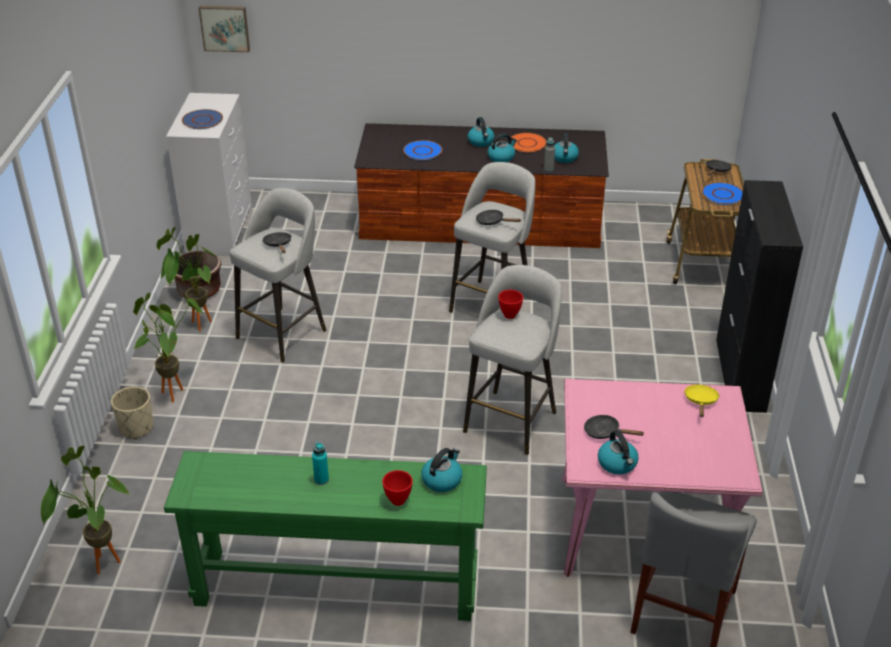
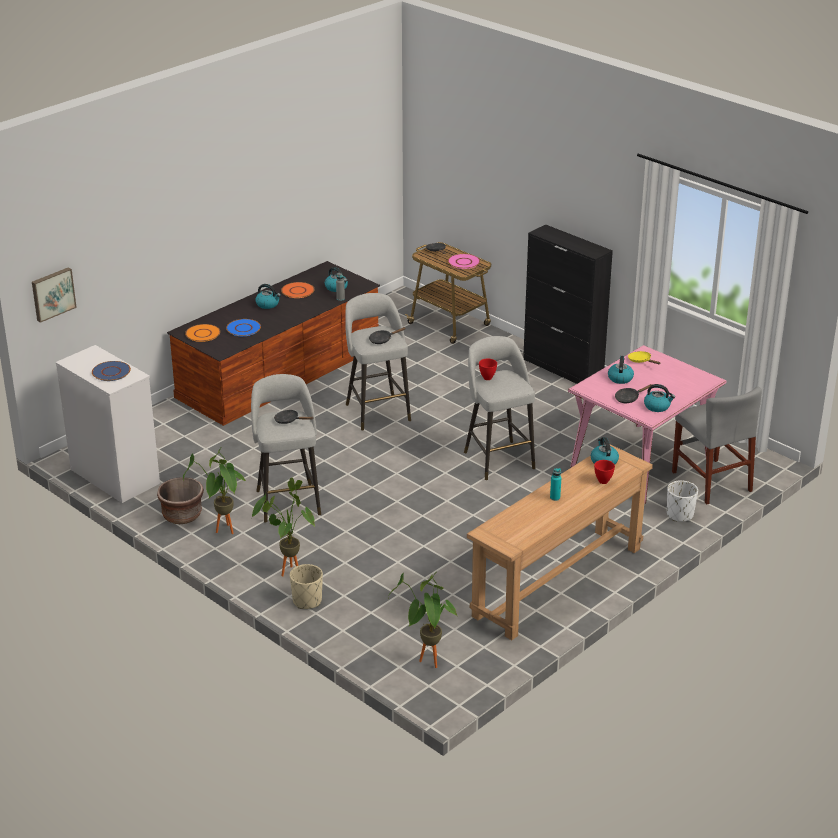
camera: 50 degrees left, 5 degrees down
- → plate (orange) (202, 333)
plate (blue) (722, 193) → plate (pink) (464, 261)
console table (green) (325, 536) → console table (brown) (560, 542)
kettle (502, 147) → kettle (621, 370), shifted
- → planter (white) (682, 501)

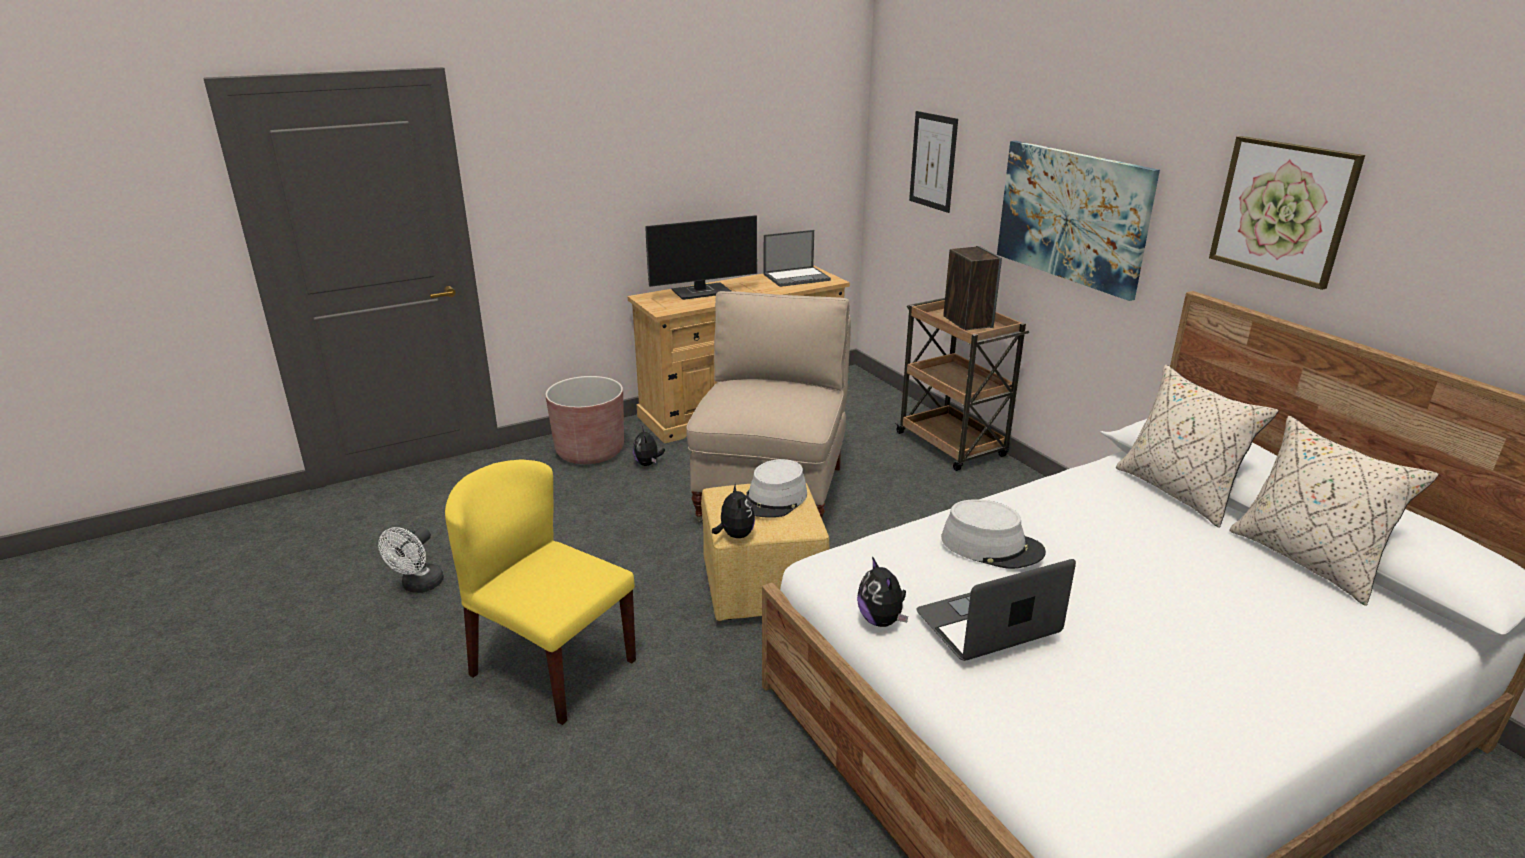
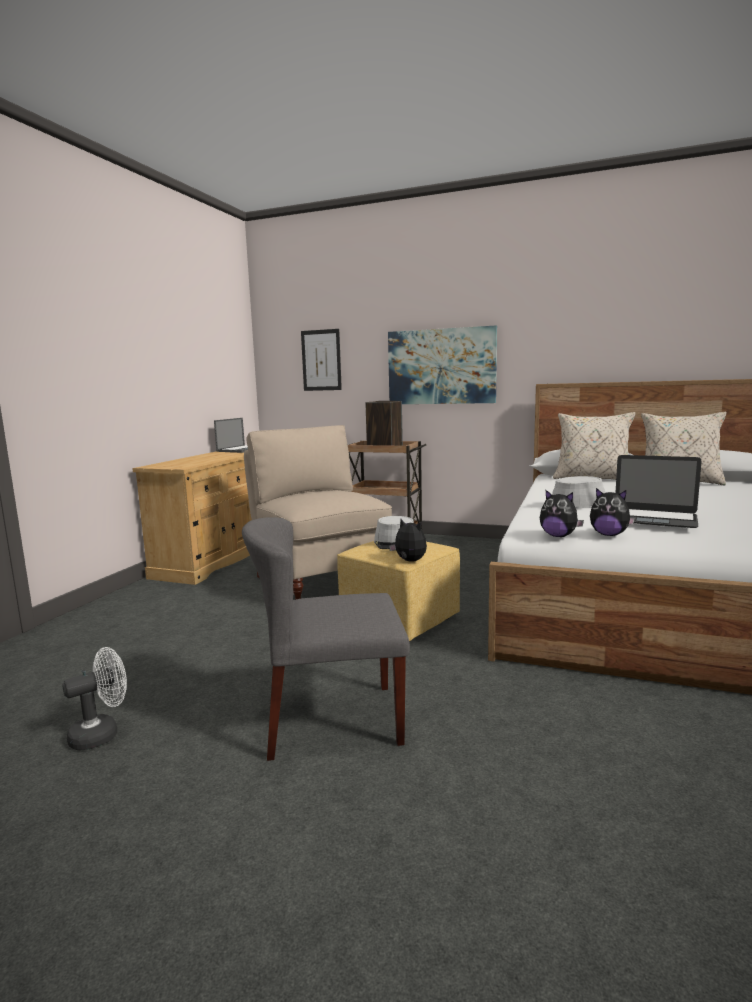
camera: 40 degrees left, 15 degrees down
fan (white) (411, 560) → fan (white) (94, 698), 105 degrees counterclockwise
chair (yellow) (540, 592) → chair (grey) (326, 639)
plush toy (649, 446) → plush toy (562, 513), shifted
laptop (996, 610) → laptop (658, 491), 90 degrees counterclockwise
planter (brown) (584, 420) → -
monitor (701, 257) → -
picture (1287, 213) → -

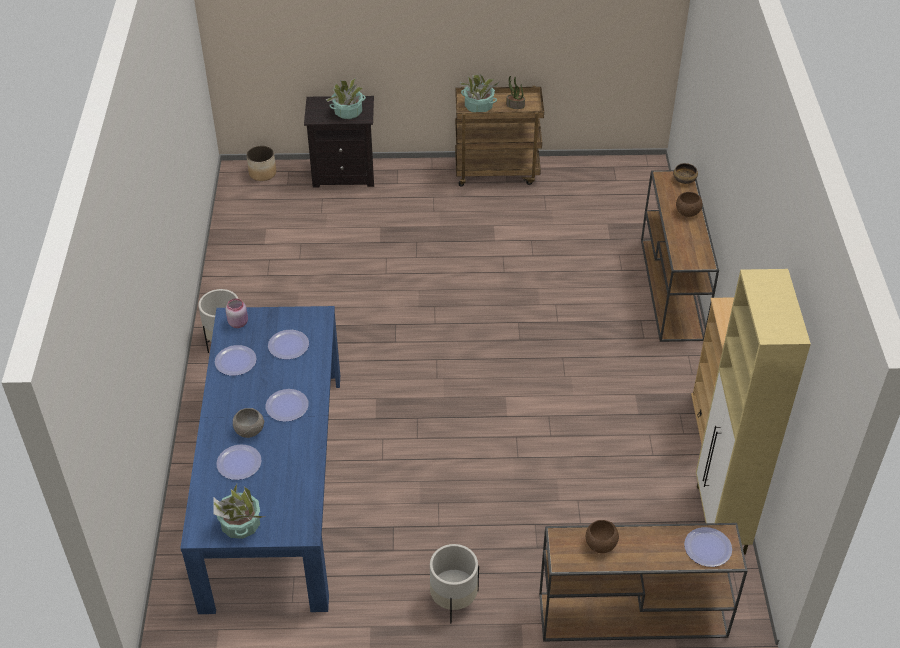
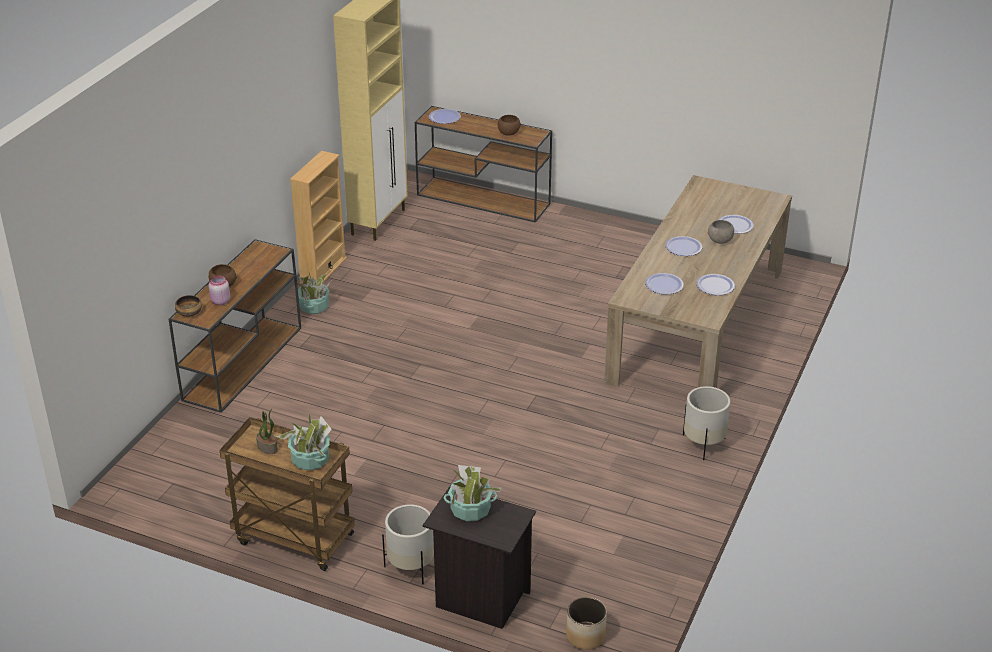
camera: 155 degrees left, 10 degrees down
jar (pink) (237, 313) → jar (pink) (219, 290), shifted
potted plant (239, 511) → potted plant (314, 293), shifted
planter (white) (454, 583) → planter (white) (408, 544), shifted
dining table (blue) (260, 460) → dining table (beige) (698, 281)

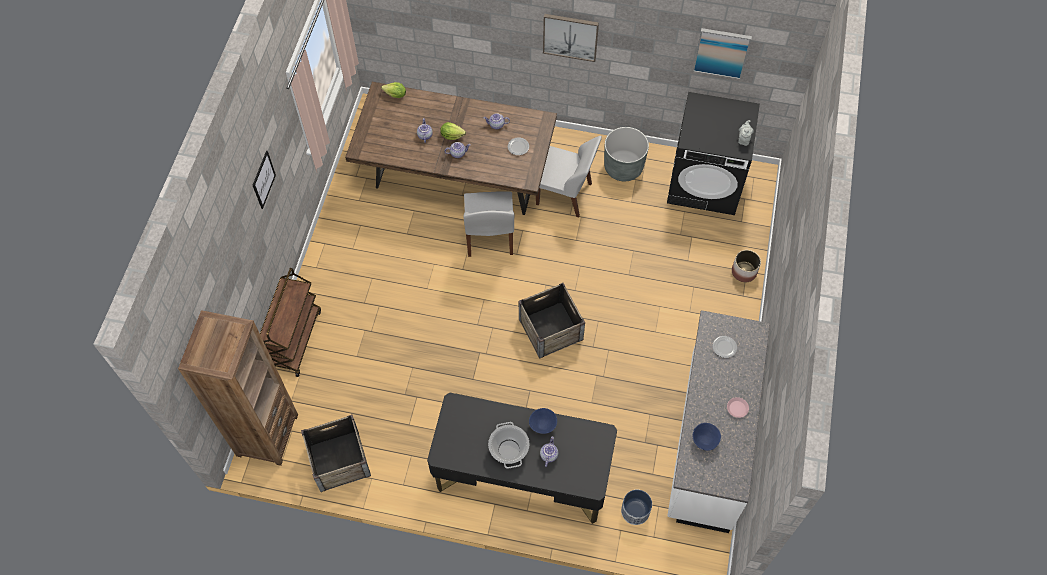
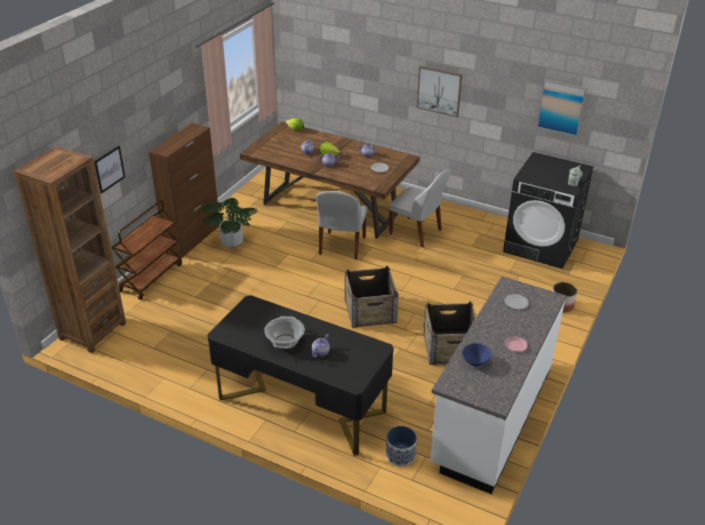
camera: 15 degrees right, 25 degrees down
picture (264, 180) → picture (109, 169), shifted
- → cabinet (brown) (184, 190)
- → potted plant (229, 223)
crate (336, 453) → crate (449, 333), shifted
bowl (blue) (543, 421) → -
planter (grey) (626, 154) → -

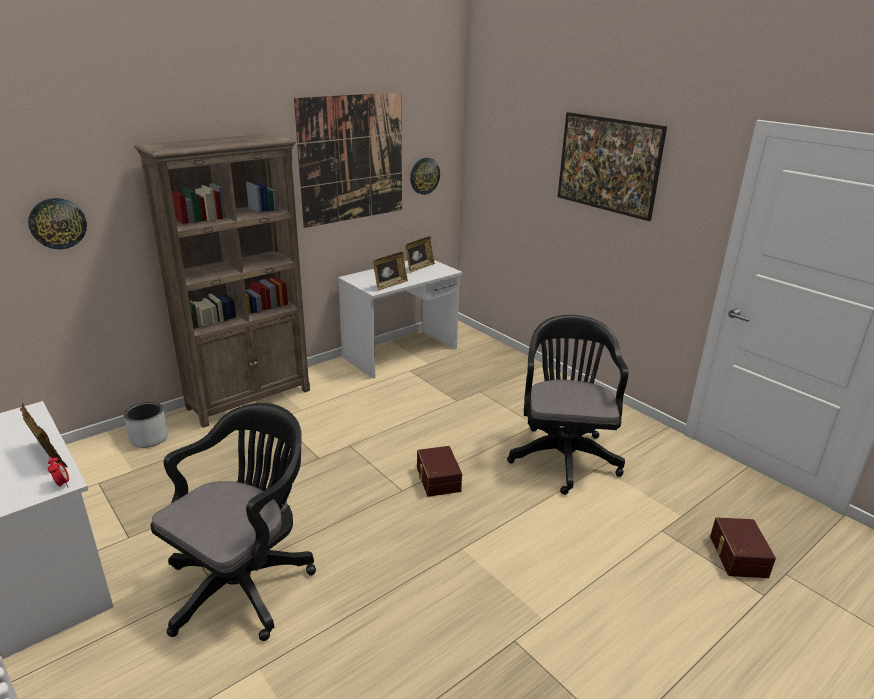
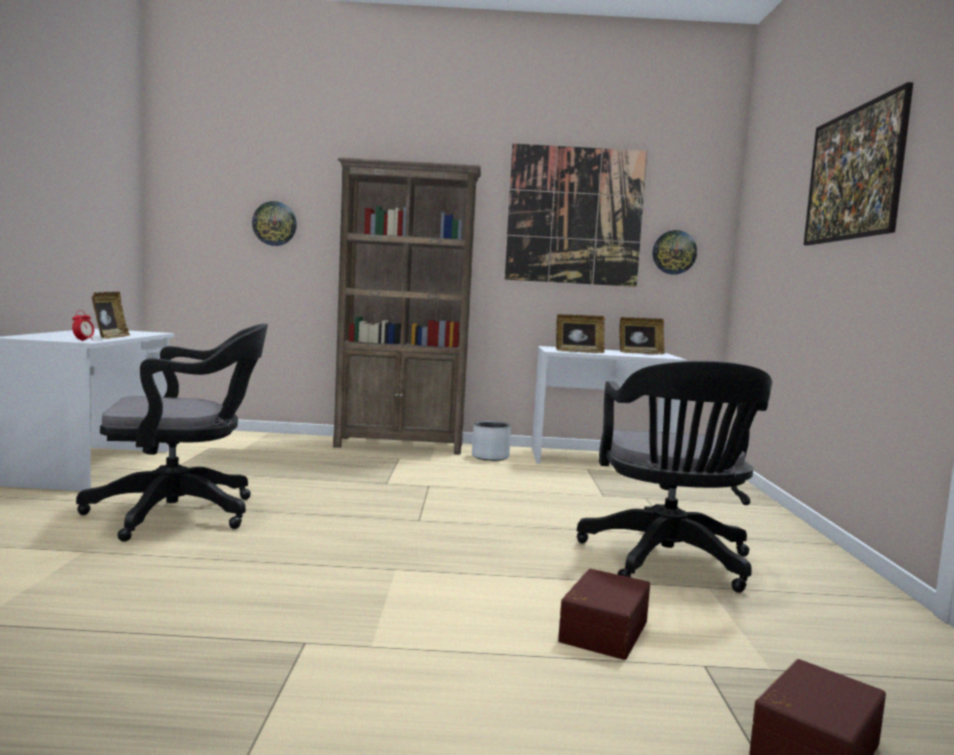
camera: 40 degrees right, 20 degrees down
planter (grey) (146, 425) → planter (grey) (491, 441), shifted
storage box (brown) (439, 471) → storage box (brown) (604, 614), shifted
office chair (black) (568, 405) → office chair (black) (674, 477), 135 degrees clockwise

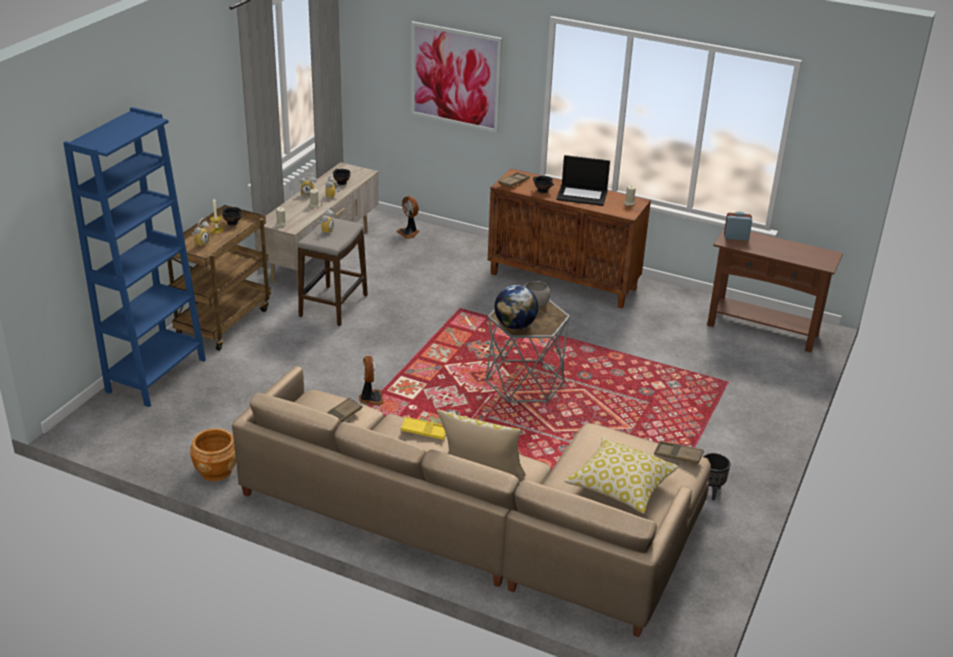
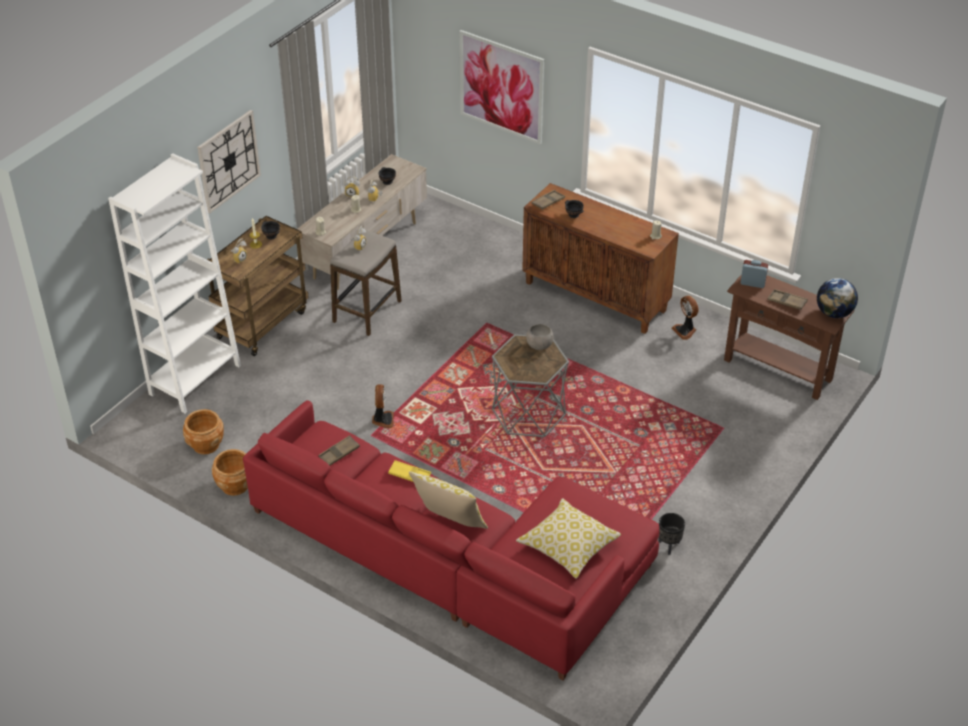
camera: 10 degrees right, 10 degrees up
bookcase (blue) (134, 257) → bookcase (white) (174, 283)
- → planter (brown) (203, 431)
- → wall clock (229, 161)
sofa (beige) (471, 501) → sofa (red) (451, 540)
fan (407, 217) → fan (685, 317), shifted
tray (brown) (679, 452) → tray (brown) (788, 299), shifted
globe (516, 307) → globe (837, 298), shifted
laptop (583, 180) → -

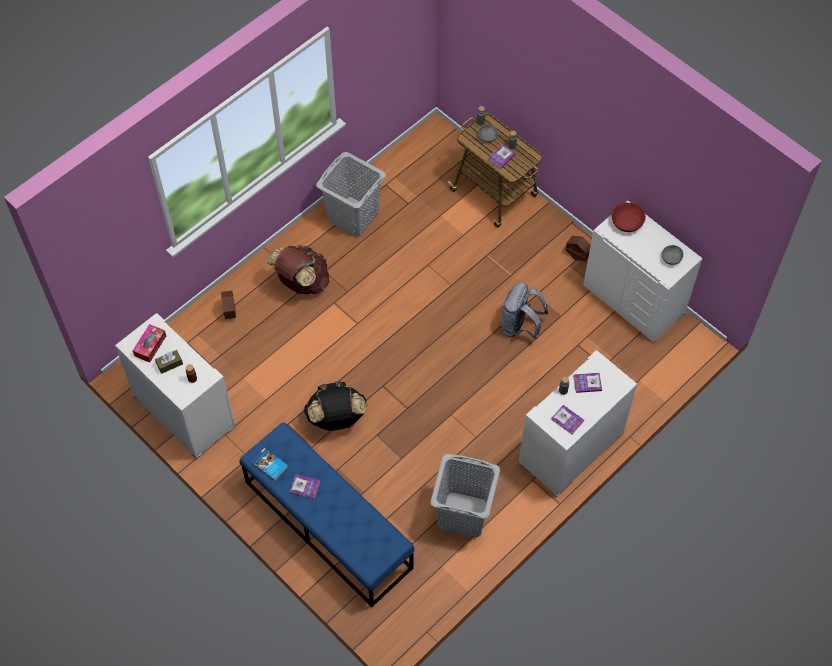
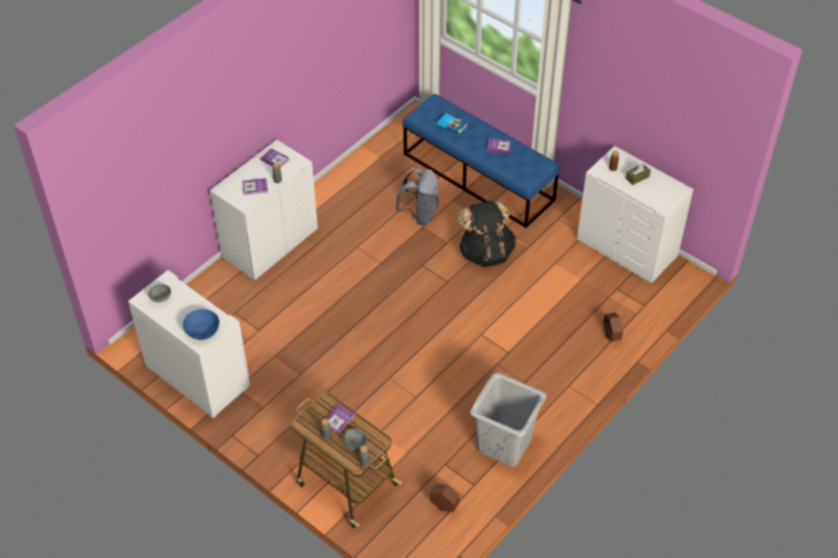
camera: 175 degrees right, 10 degrees down
bowl (red) (629, 217) → bowl (blue) (201, 324)
backpack (grey) (524, 310) → backpack (grey) (418, 196), shifted
planter (brown) (578, 248) → planter (brown) (445, 498), shifted
book (270, 464) → book (452, 124), shifted
tissue box (149, 343) → -
backpack (brown) (297, 269) → -
laundry basket (grey) (465, 496) → -

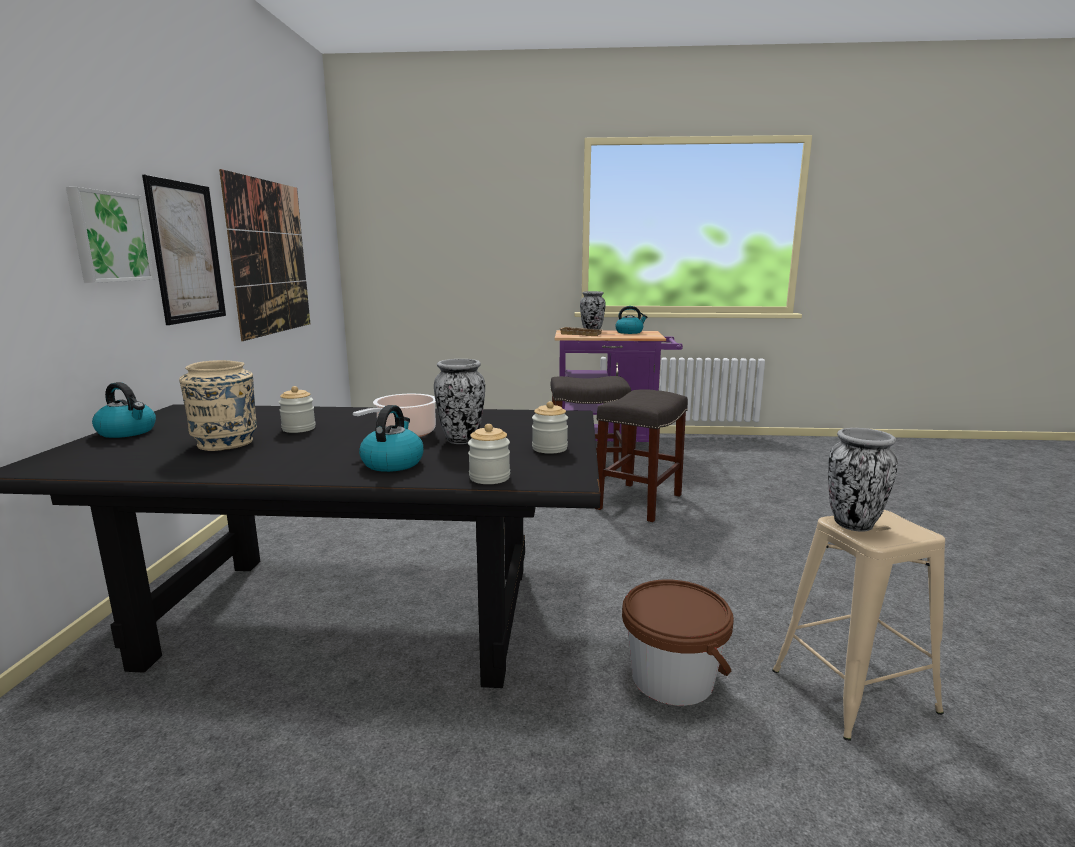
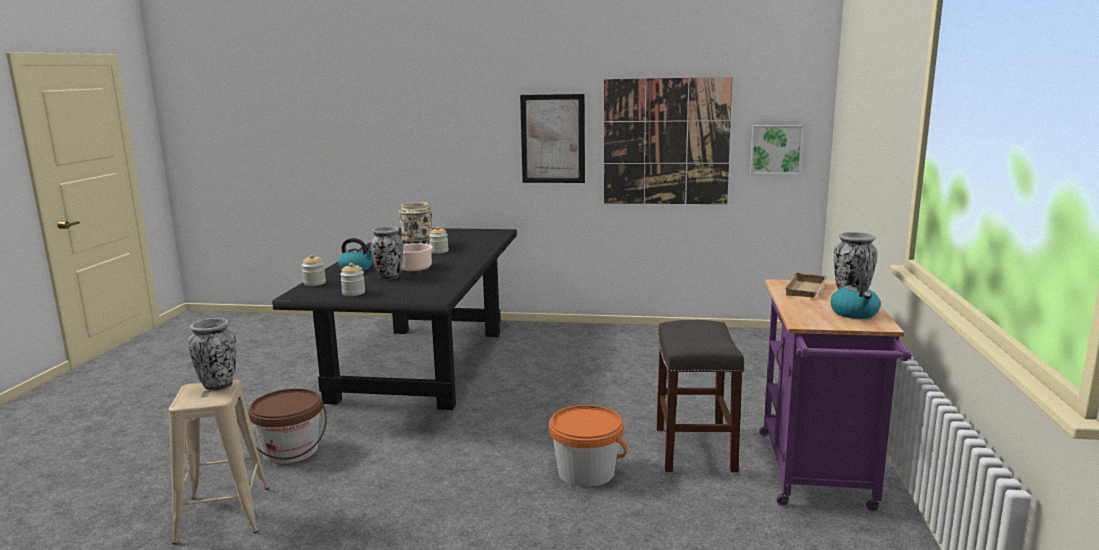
camera: 95 degrees right, 0 degrees up
stool (grey) (642, 455) → bucket (orange) (588, 446)
picture (110, 235) → picture (777, 149), shifted
kettle (124, 410) → -

